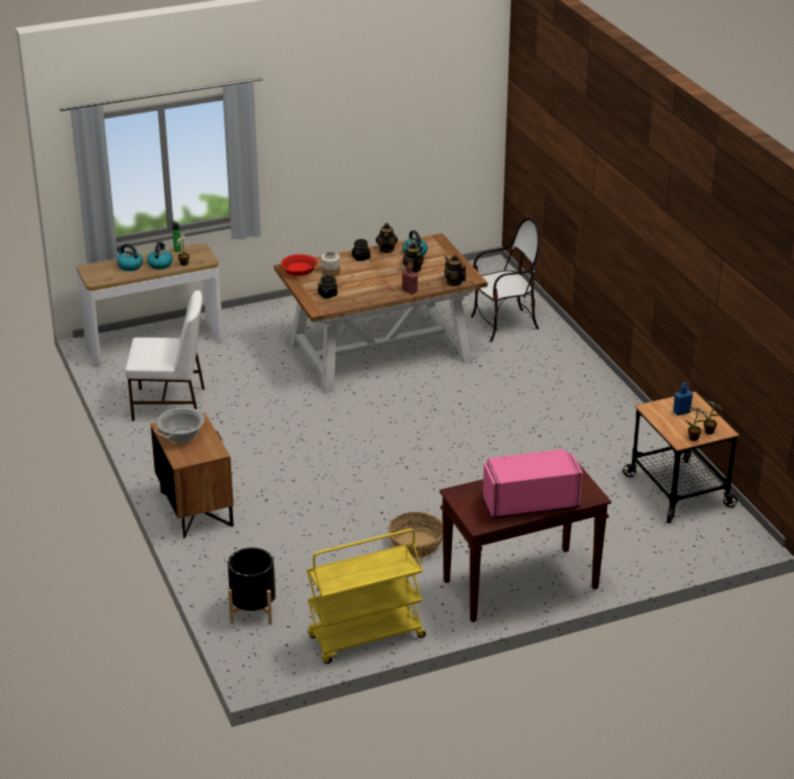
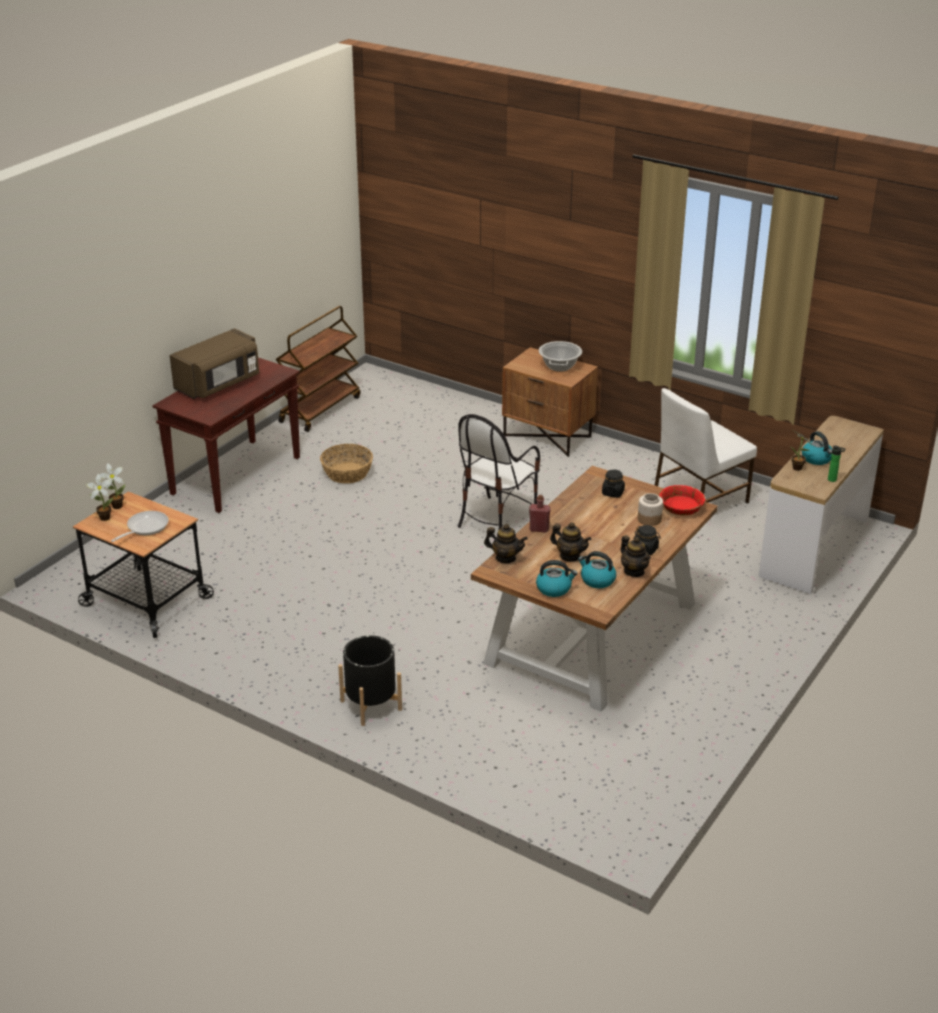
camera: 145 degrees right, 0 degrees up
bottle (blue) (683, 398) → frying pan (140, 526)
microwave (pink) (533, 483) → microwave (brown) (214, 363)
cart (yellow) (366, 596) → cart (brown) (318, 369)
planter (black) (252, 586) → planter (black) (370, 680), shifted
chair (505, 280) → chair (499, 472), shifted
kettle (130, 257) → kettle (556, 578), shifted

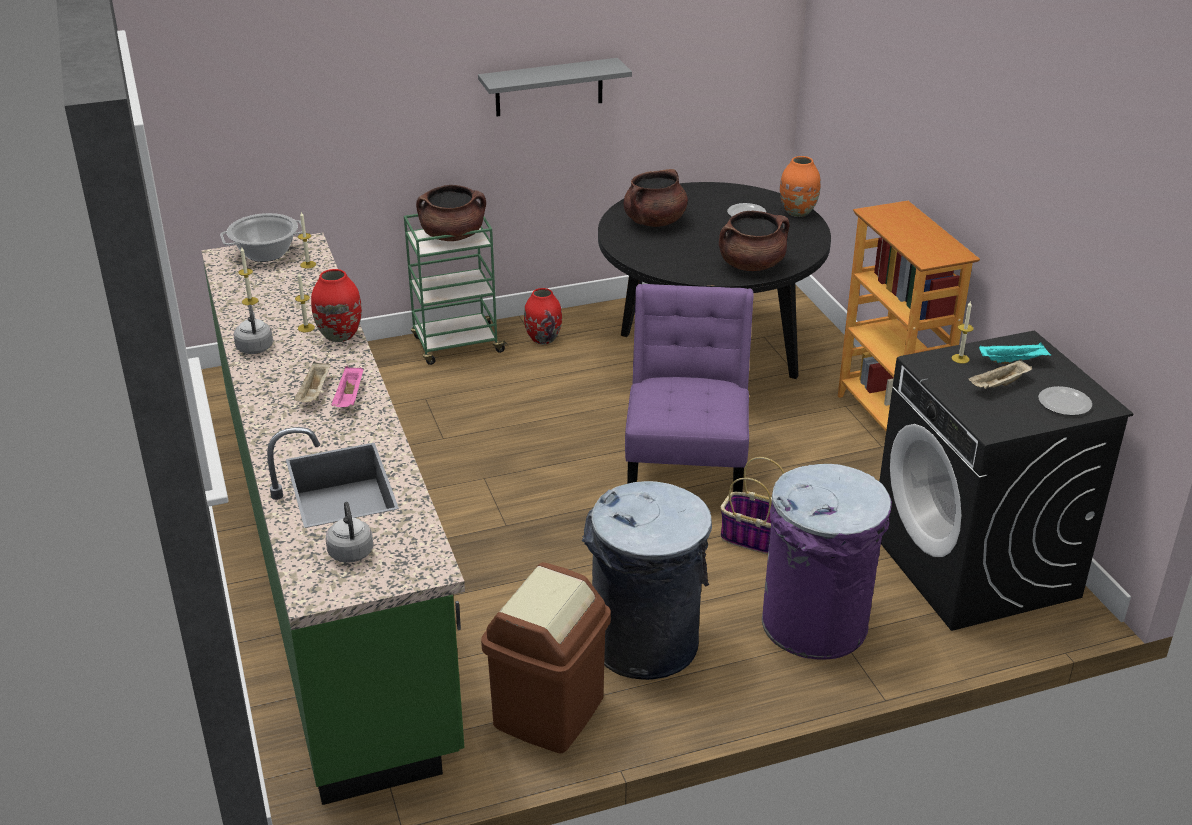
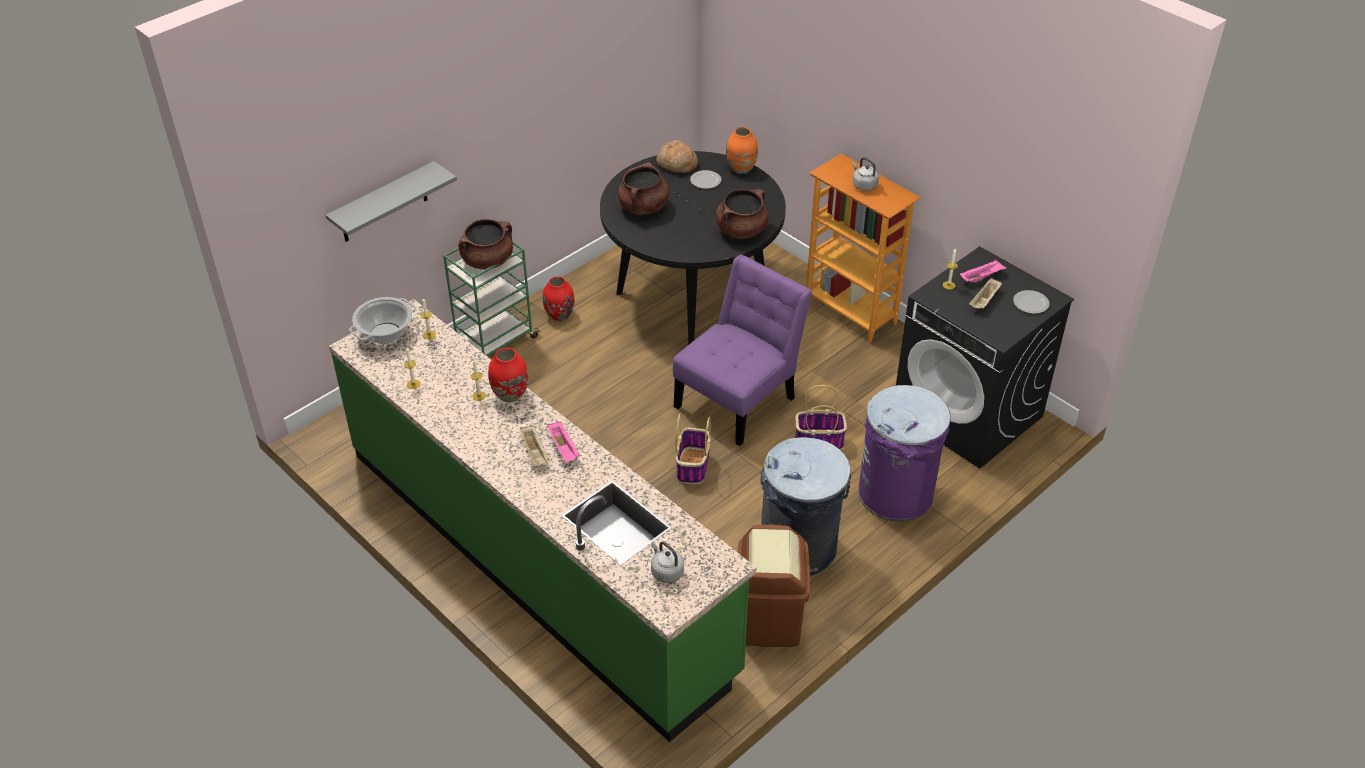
camera: 25 degrees left, 10 degrees up
shelf (grey) (555, 87) → shelf (grey) (391, 201), shifted
- → bread (677, 157)
chair (purple) (689, 388) → chair (purple) (742, 350), 60 degrees clockwise
- → basket (693, 448)
kettle (grey) (253, 329) → kettle (grey) (865, 174), shifted
tray (turquoise) (1015, 353) → tray (pink) (983, 270)

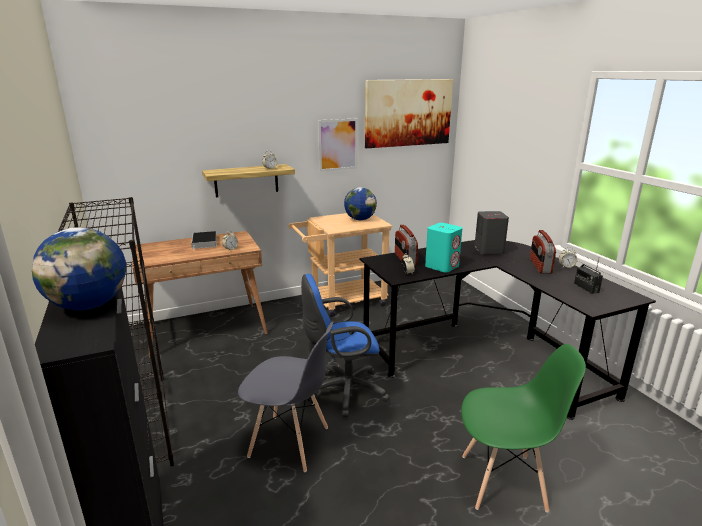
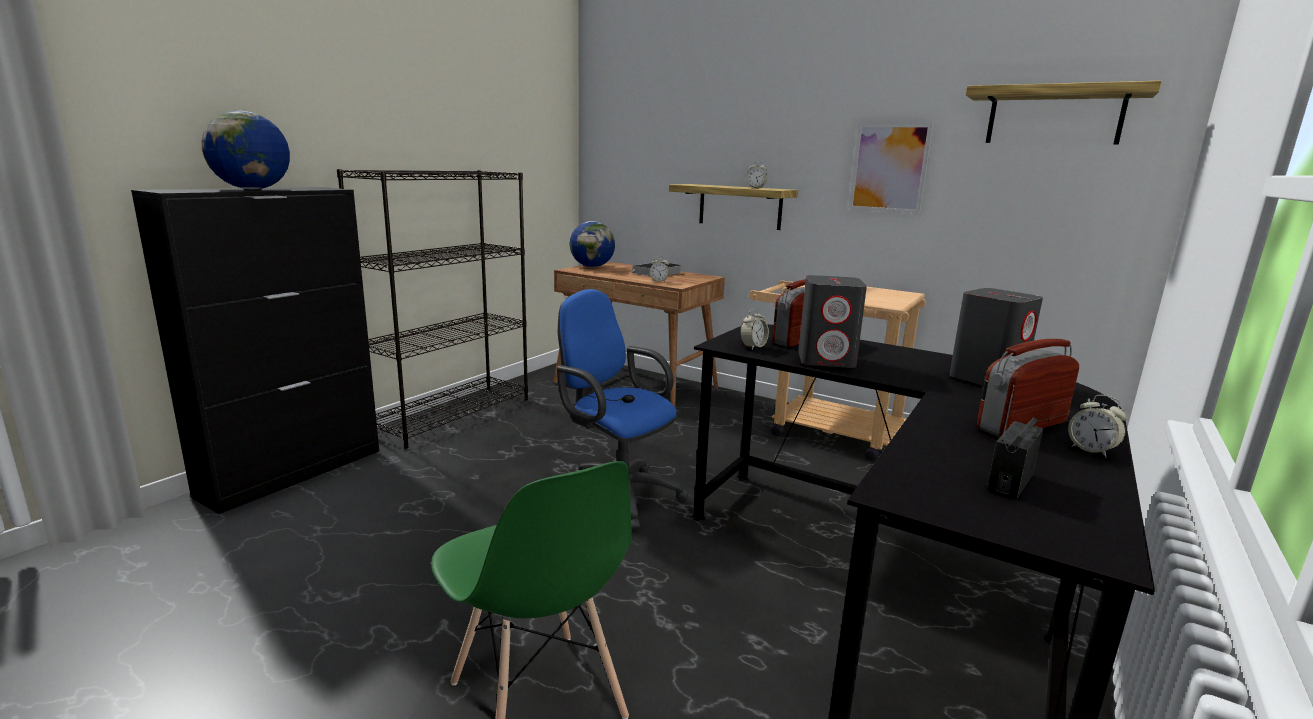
camera: 55 degrees right, 5 degrees down
globe (360, 203) → globe (592, 244), shifted
speaker (turquoise) (443, 248) → speaker (grey) (832, 321)
picture (409, 113) → shelf (1064, 113)
chair (grey) (285, 397) → -

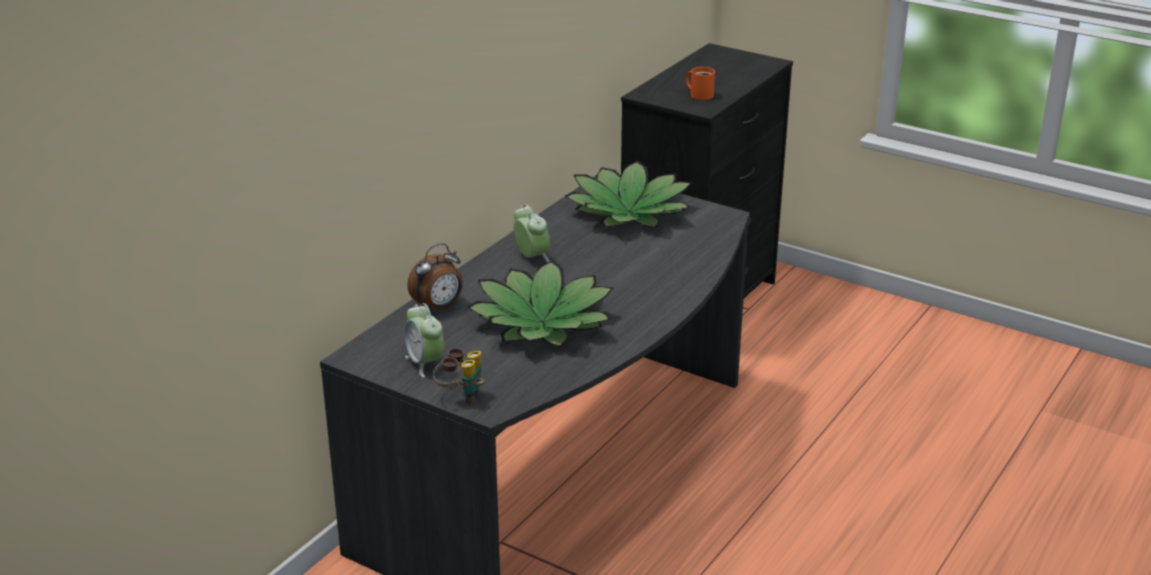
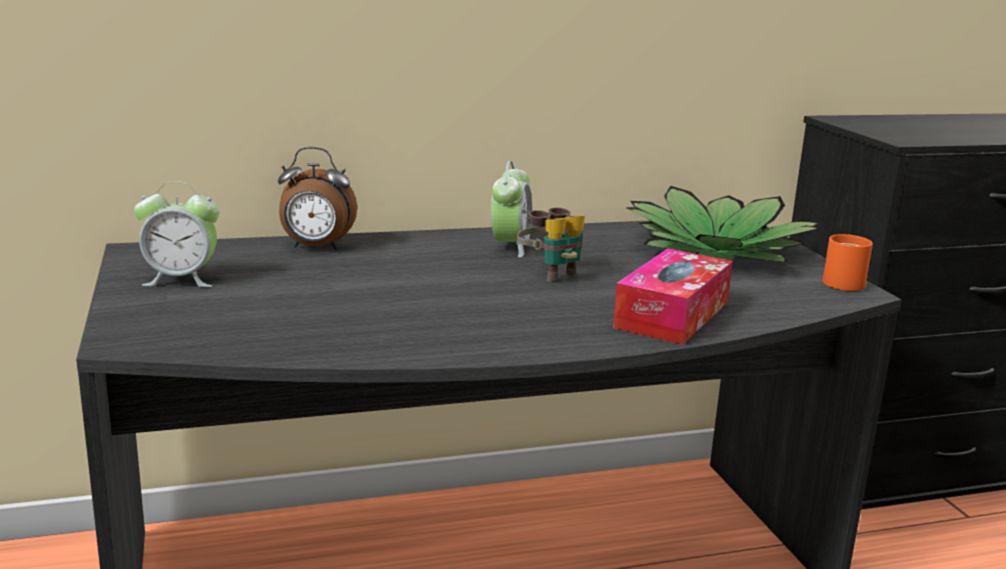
camera: 40 degrees right, 10 degrees down
alarm clock (424, 340) → alarm clock (177, 234), 105 degrees counterclockwise
binoculars (459, 376) → binoculars (551, 245), shifted
- → tissue box (672, 296)
mug (orange) (700, 83) → mug (orange) (848, 262), shifted
potted plant (540, 303) → -

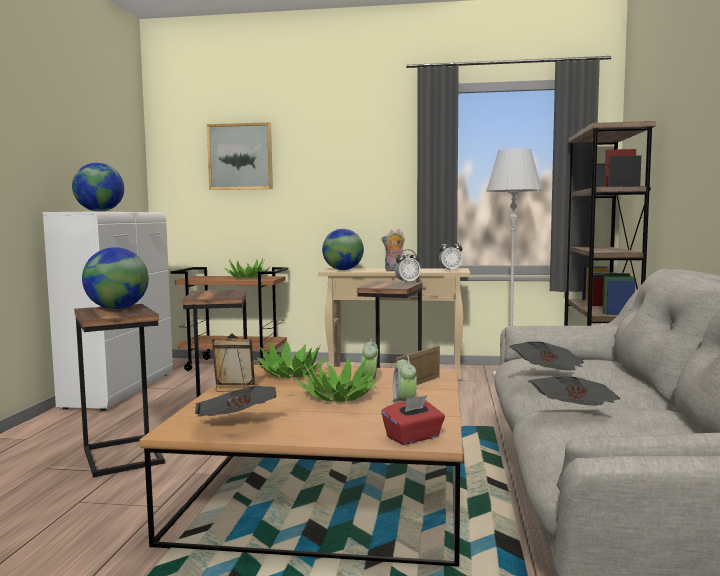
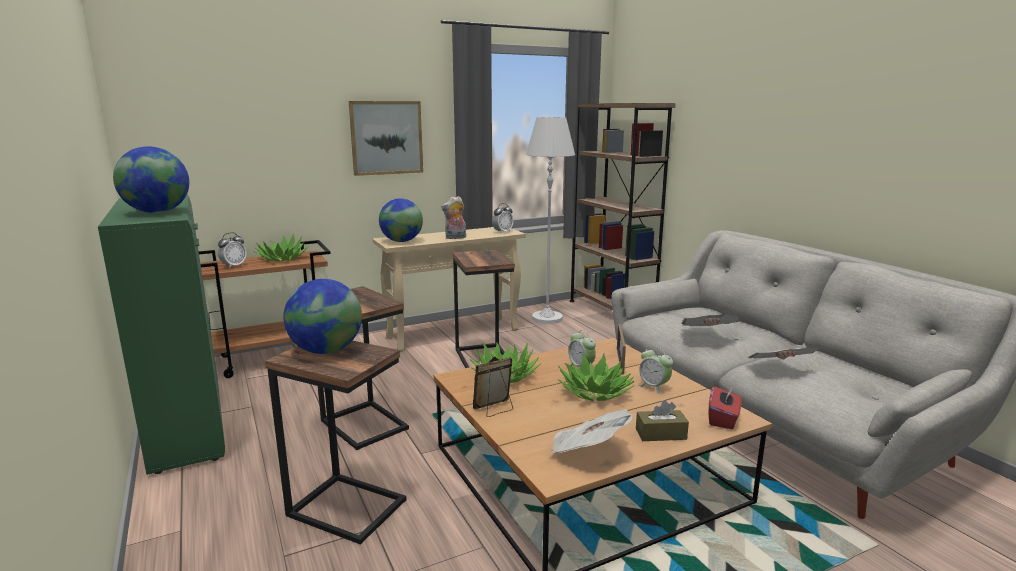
camera: 35 degrees left, 10 degrees up
cabinet (white) (108, 311) → cabinet (green) (161, 335)
alarm clock (408, 266) → alarm clock (232, 250), shifted
picture (240, 156) → picture (386, 138), shifted
- → tissue box (brown) (662, 420)

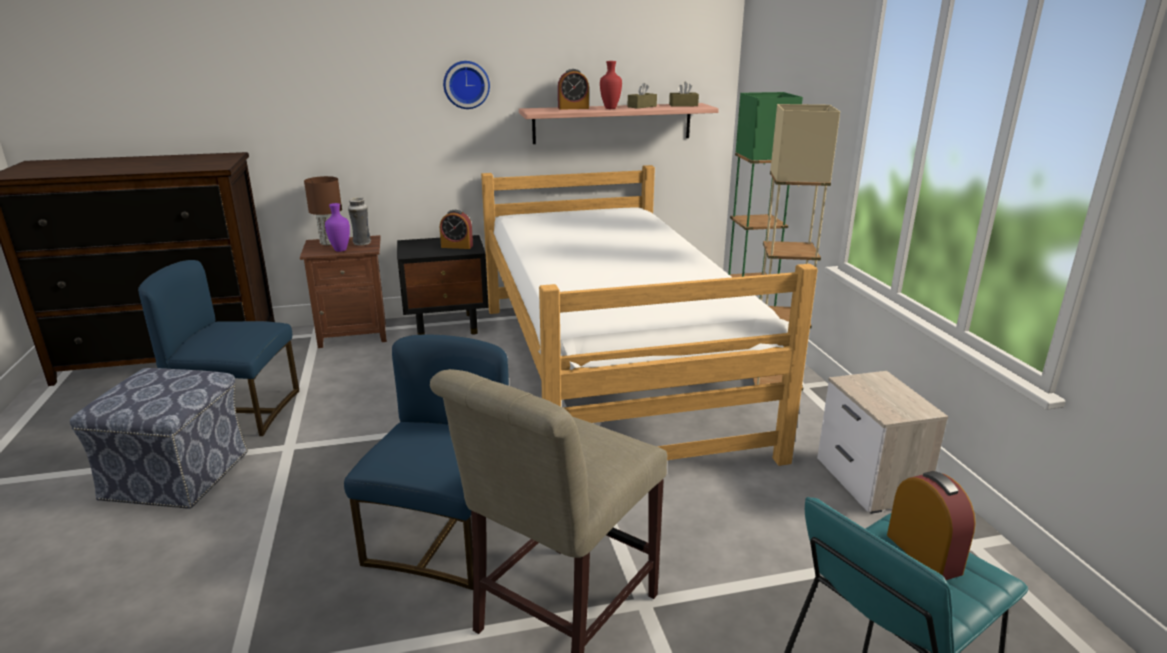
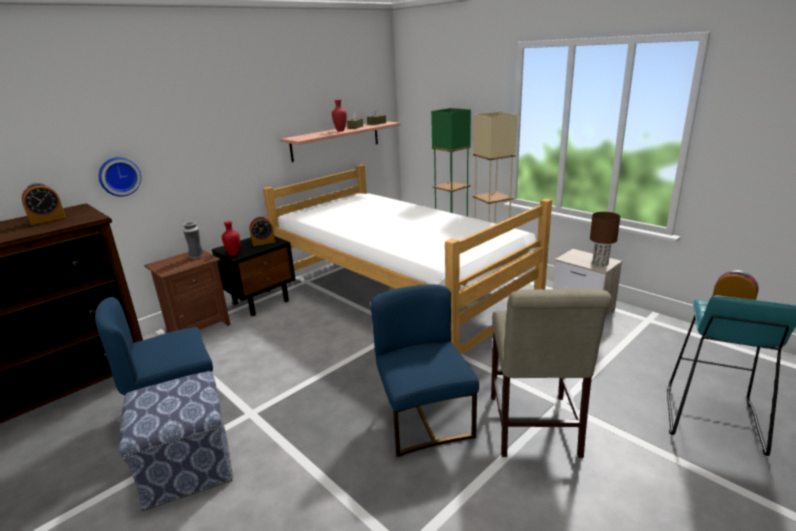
camera: 30 degrees left, 0 degrees up
alarm clock (573, 89) → alarm clock (44, 204), shifted
wall clock (466, 85) → wall clock (120, 176), shifted
- → vase (red) (231, 238)
table lamp (brown) (323, 210) → table lamp (brown) (605, 239), shifted
vase (purple) (337, 227) → -

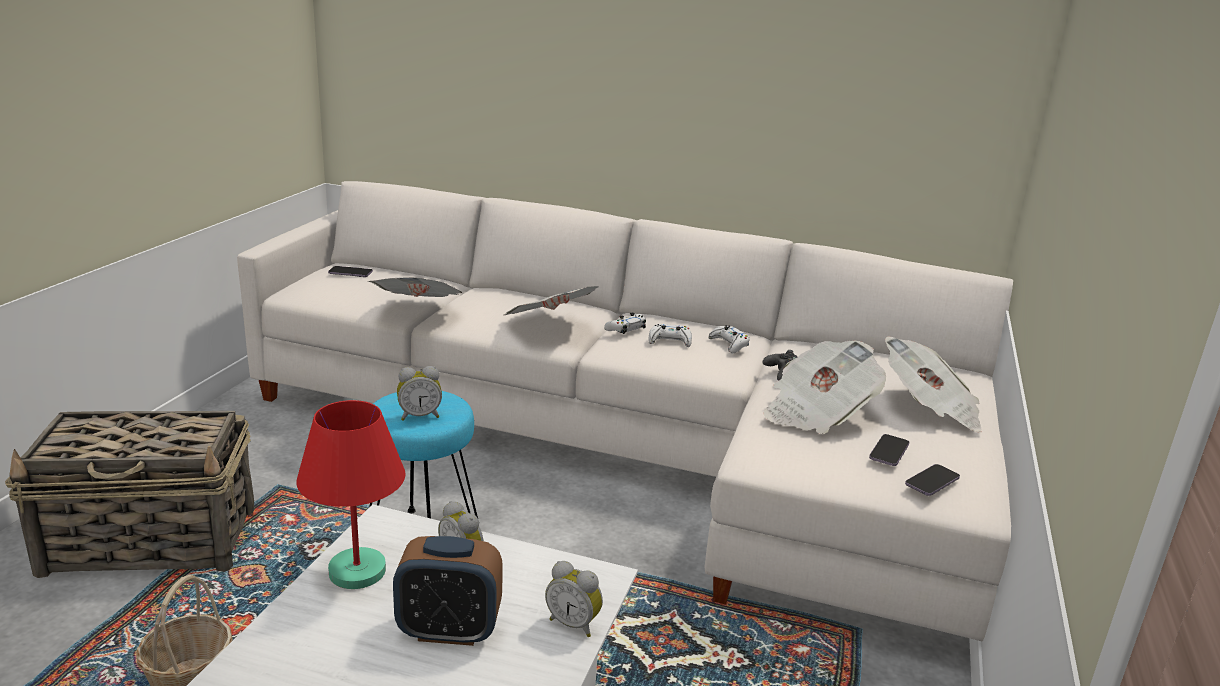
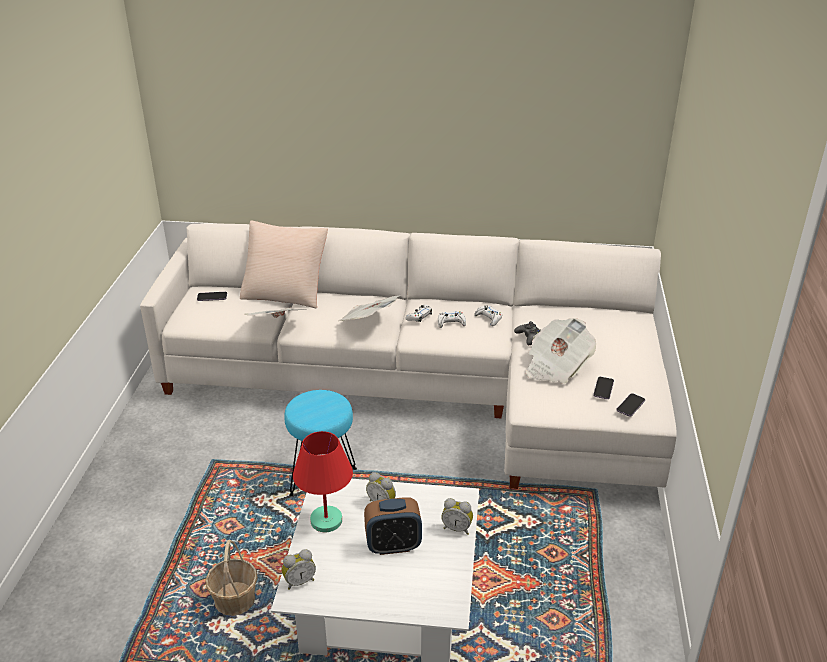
camera: 10 degrees left, 10 degrees up
- → pillow (beige) (284, 264)
alarm clock (419, 393) → alarm clock (299, 569), shifted
basket (129, 494) → -
newspaper (933, 384) → -

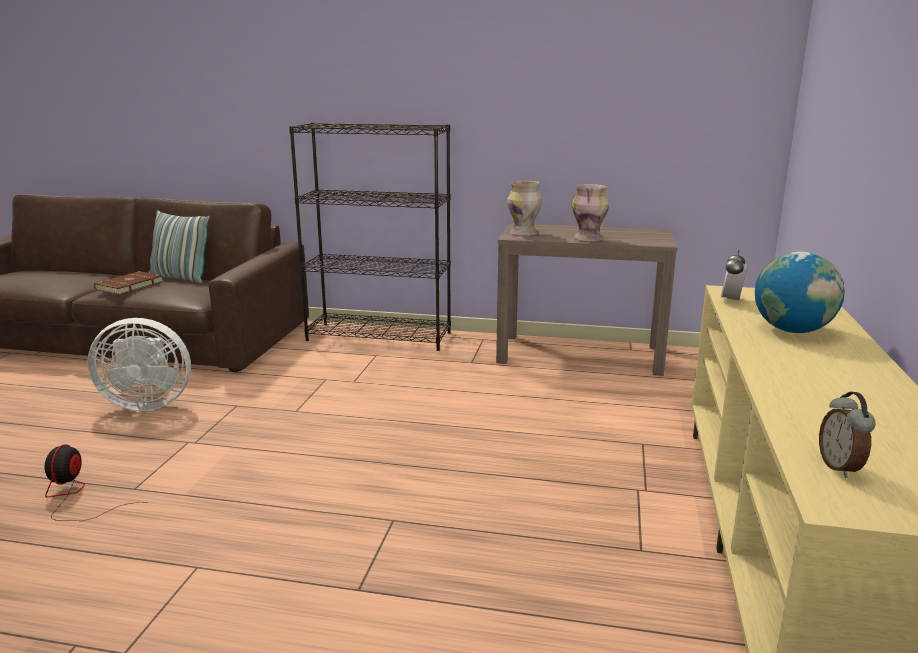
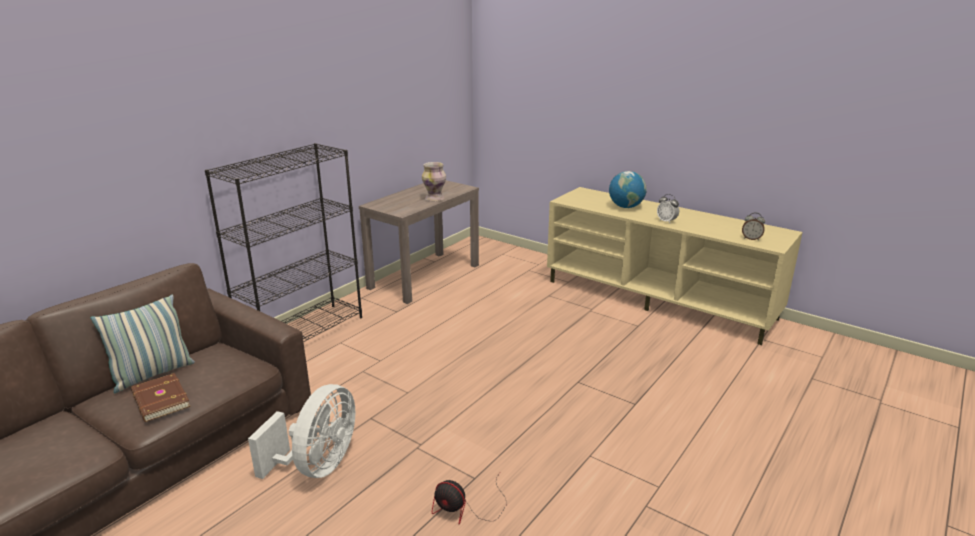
camera: 65 degrees left, 5 degrees up
alarm clock (734, 276) → alarm clock (668, 208), shifted
vase (524, 208) → -

